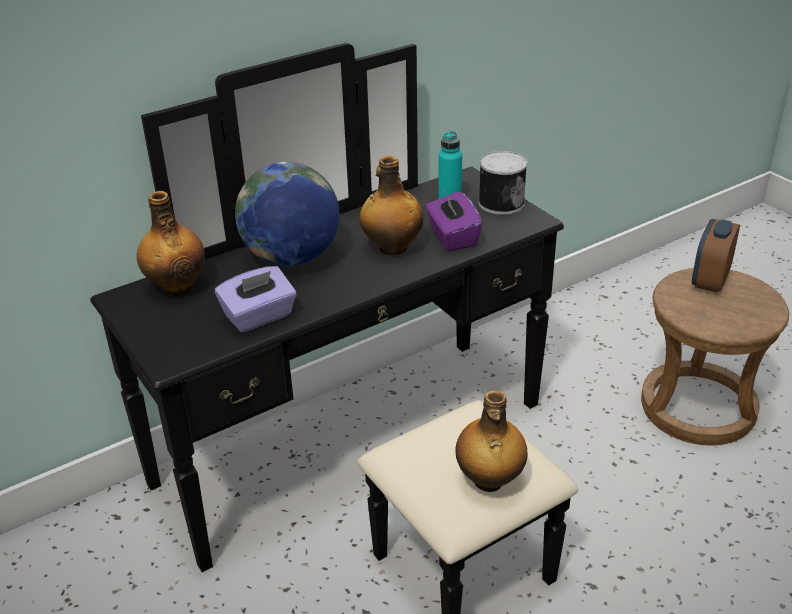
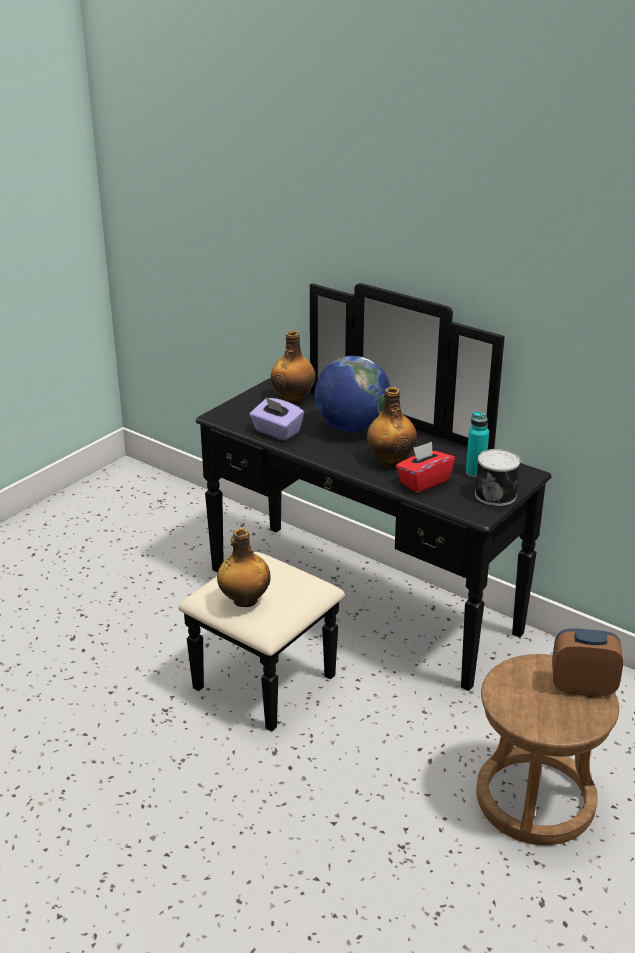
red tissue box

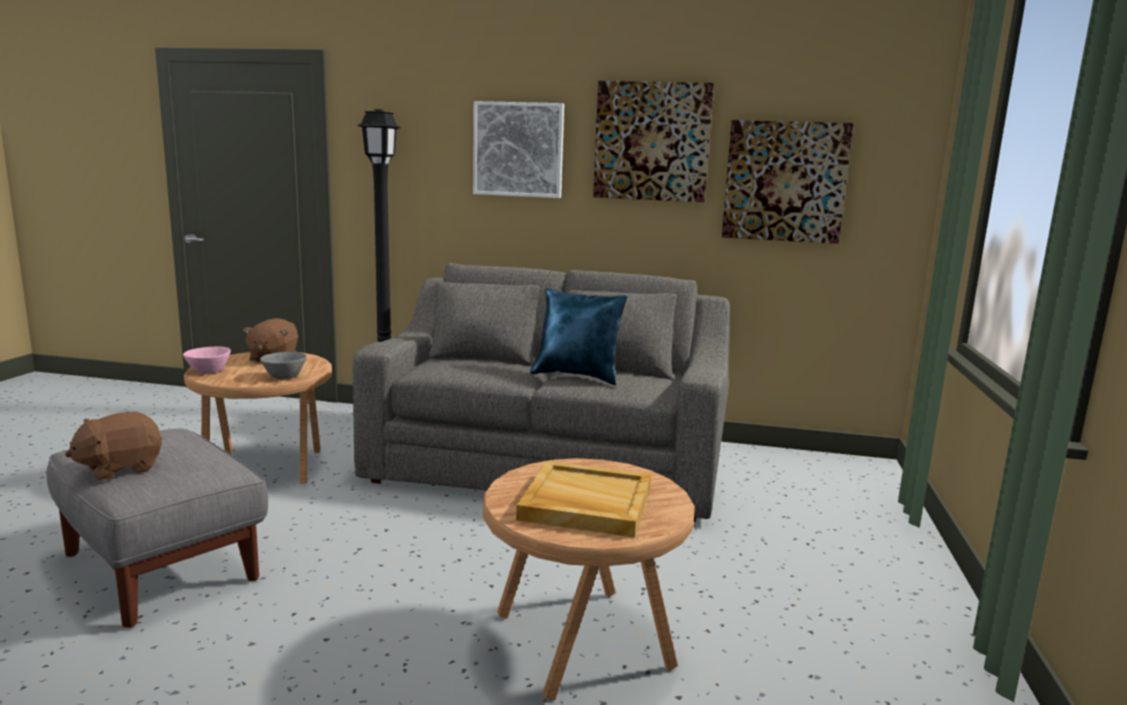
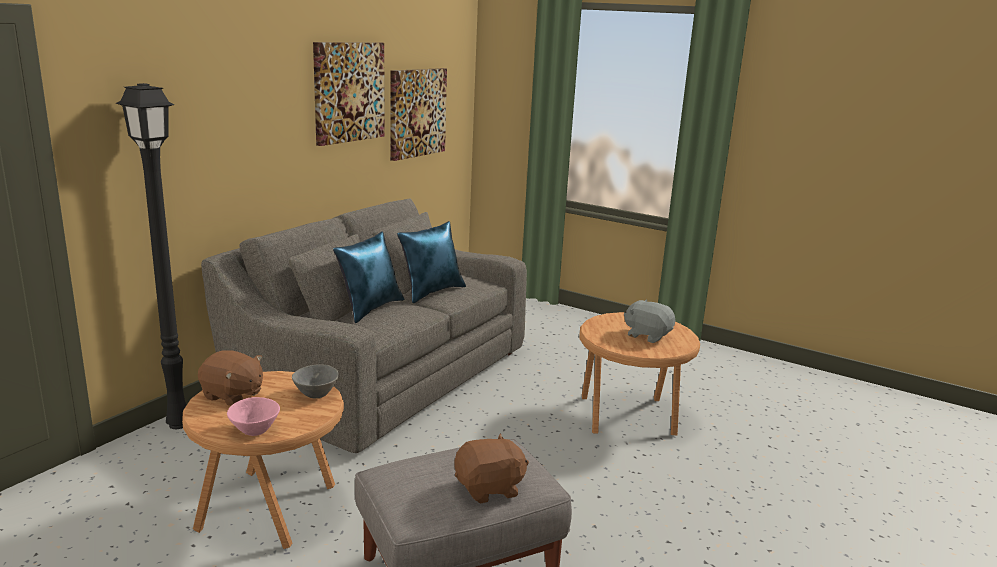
blue pillow (1st from left)
brown plush toy (2nd from left)
grey plush toy
picture (1st from left in the first image)

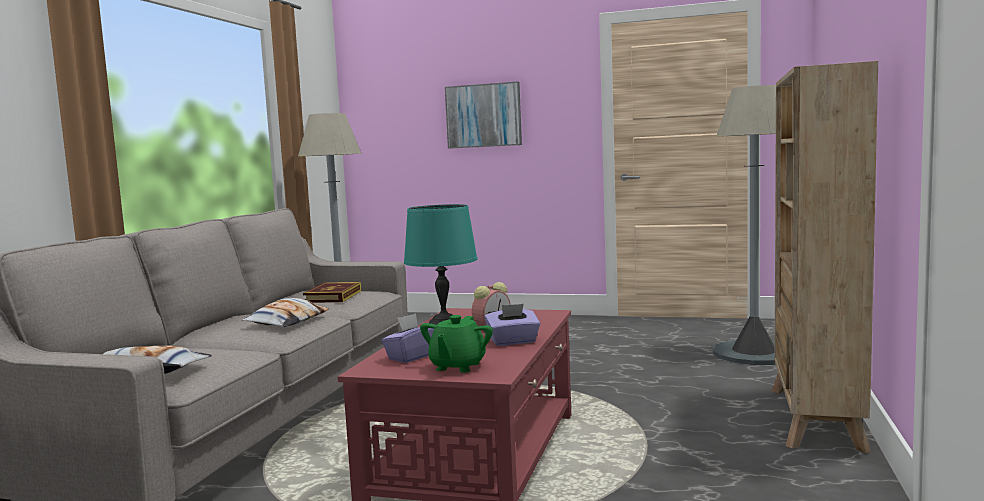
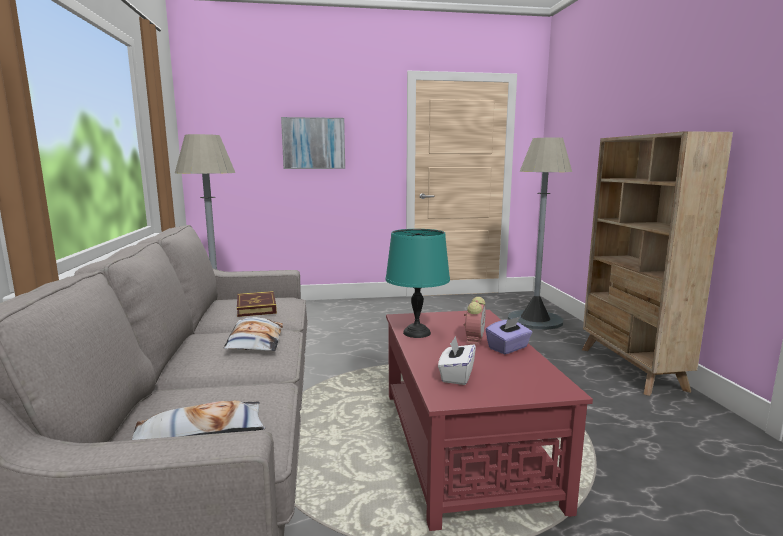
white tissue box
green teapot

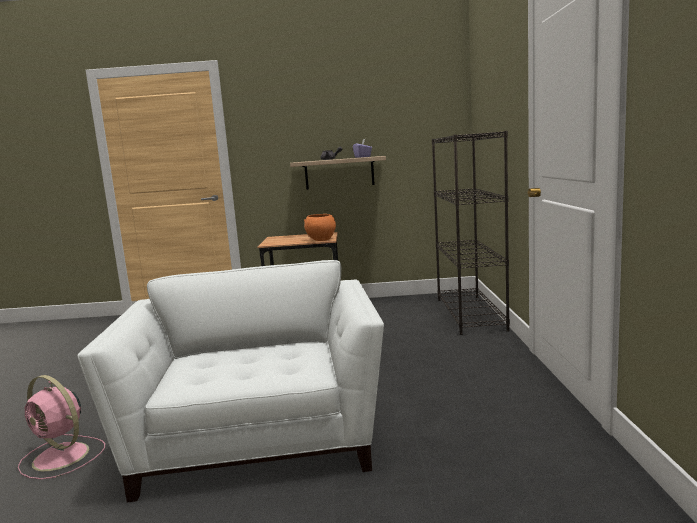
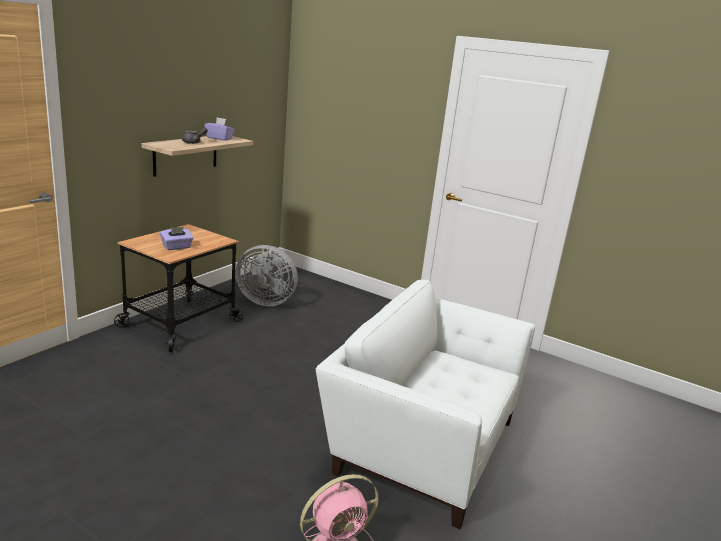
purple tissue box (1st from left)
grey fan
orange bowl
black bookcase

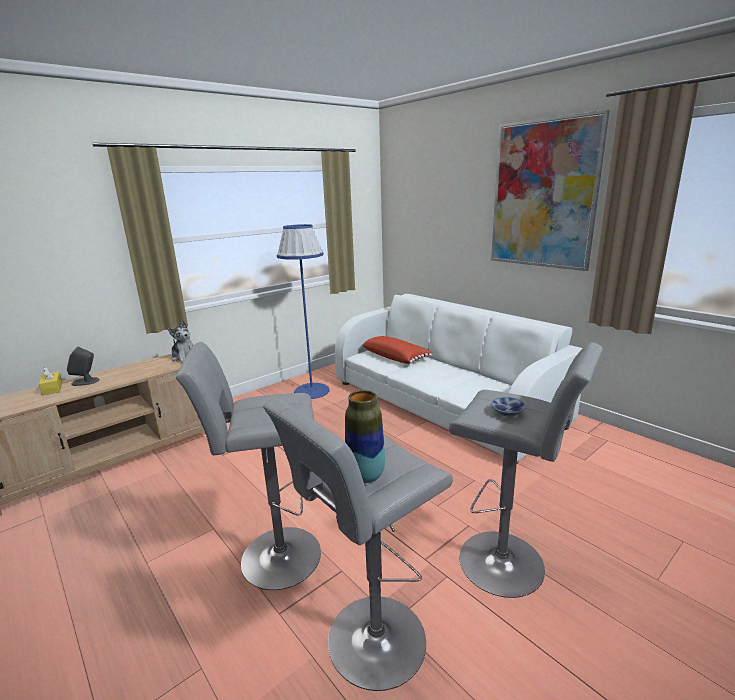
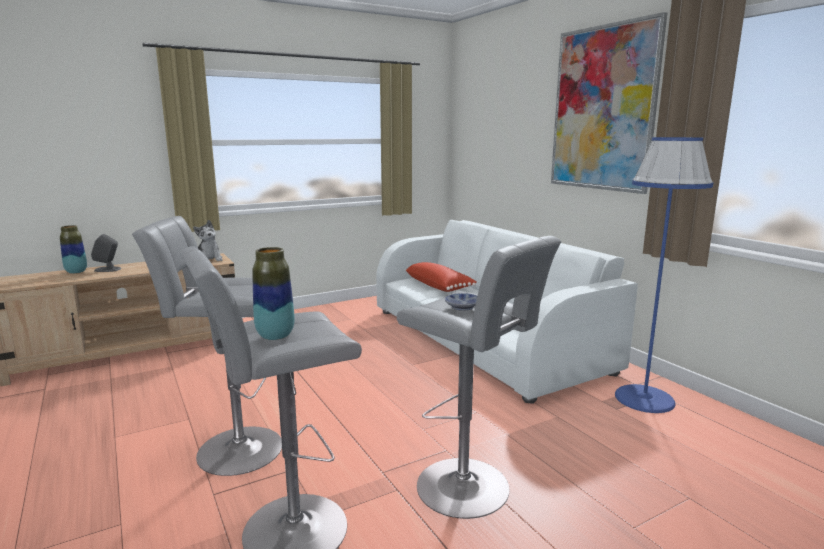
vase (1st from left)
blue floor lamp

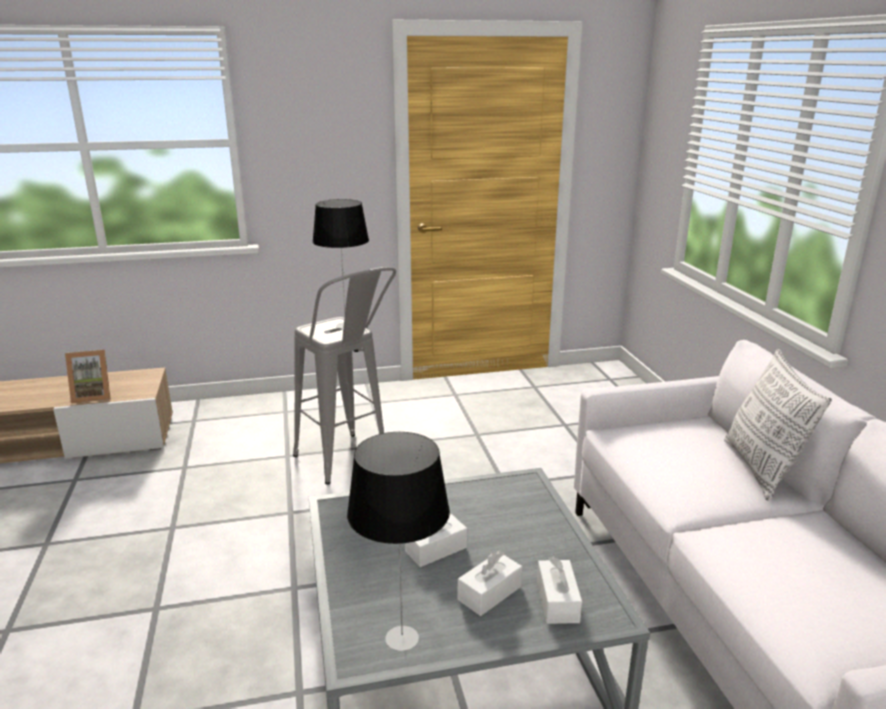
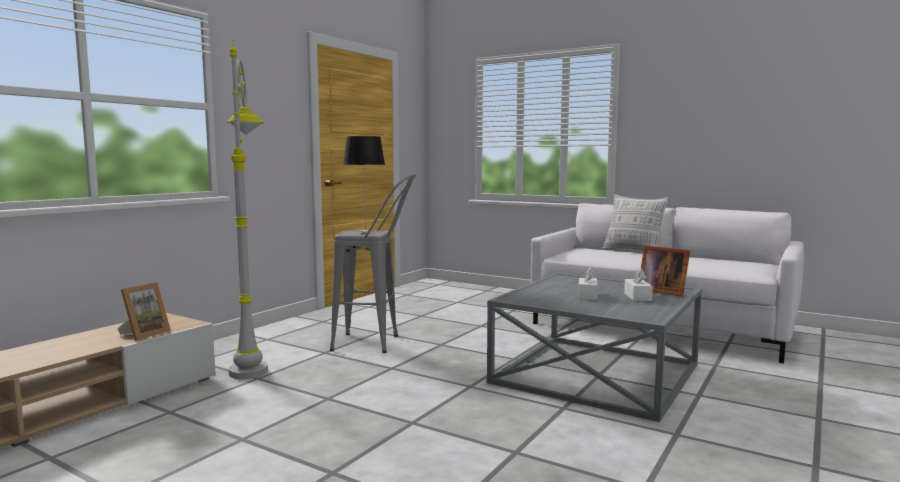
grey floor lamp
picture frame (2nd from left)
table lamp (2nd from left in the first image)

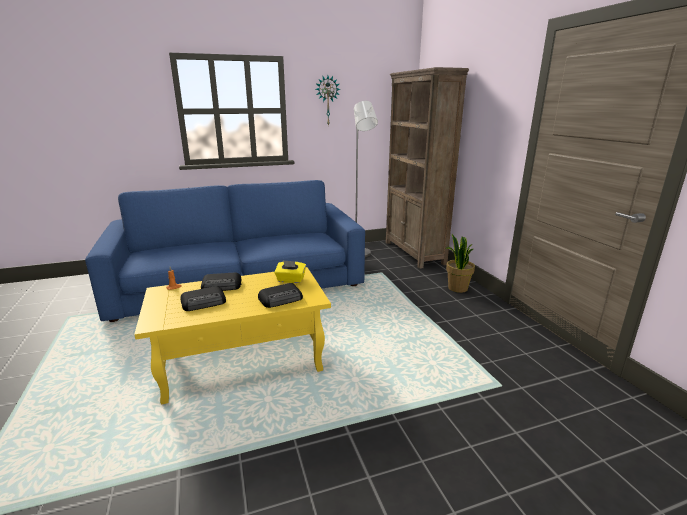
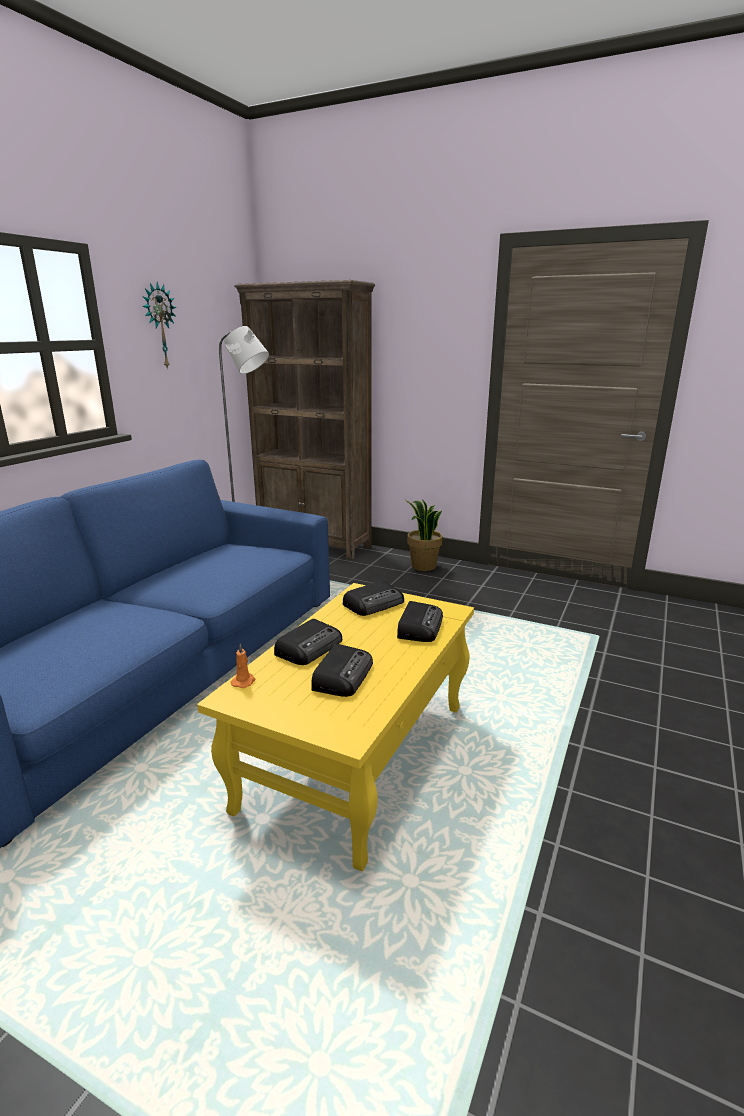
radio (3rd from left)

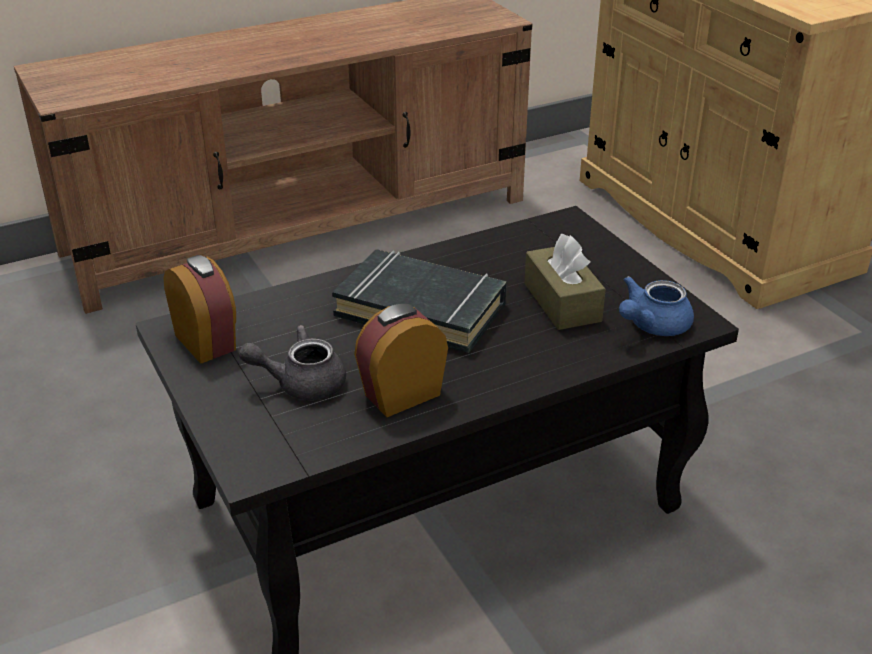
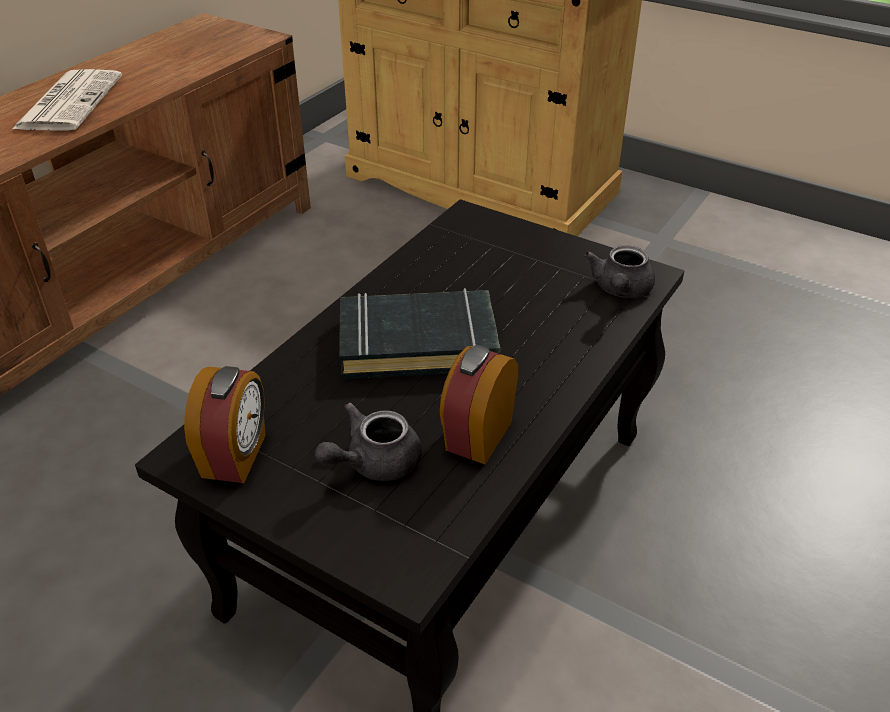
newspaper
alarm clock (1st from left)
grey teapot (2nd from left)
brown tissue box

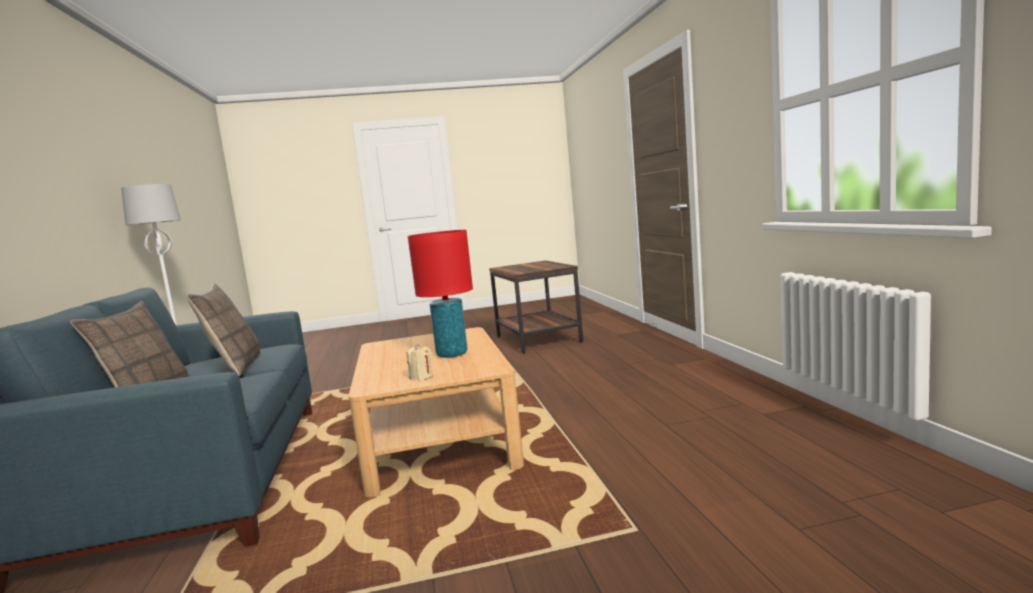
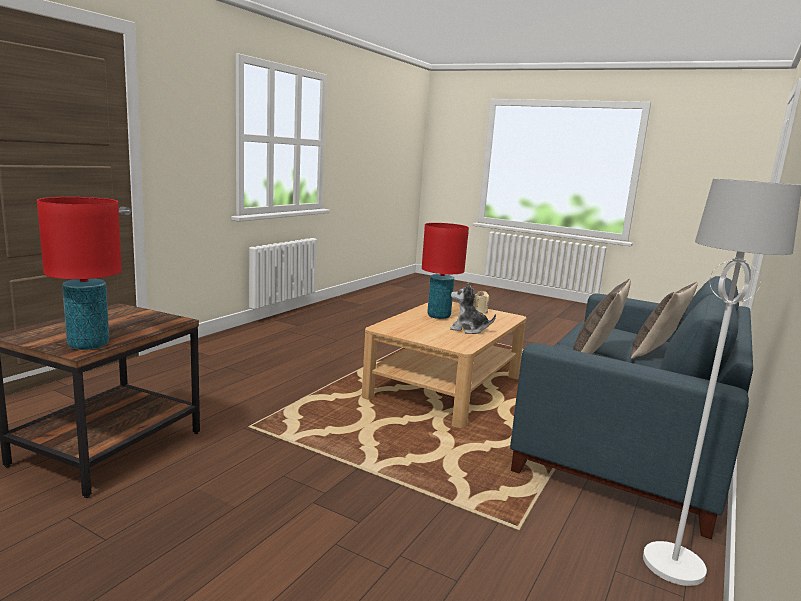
red table lamp (1st from left)
plush toy

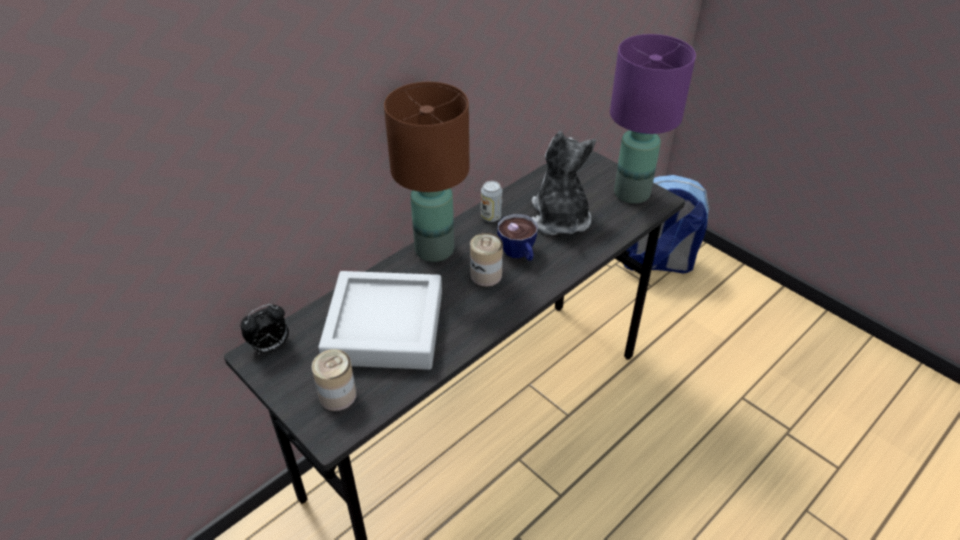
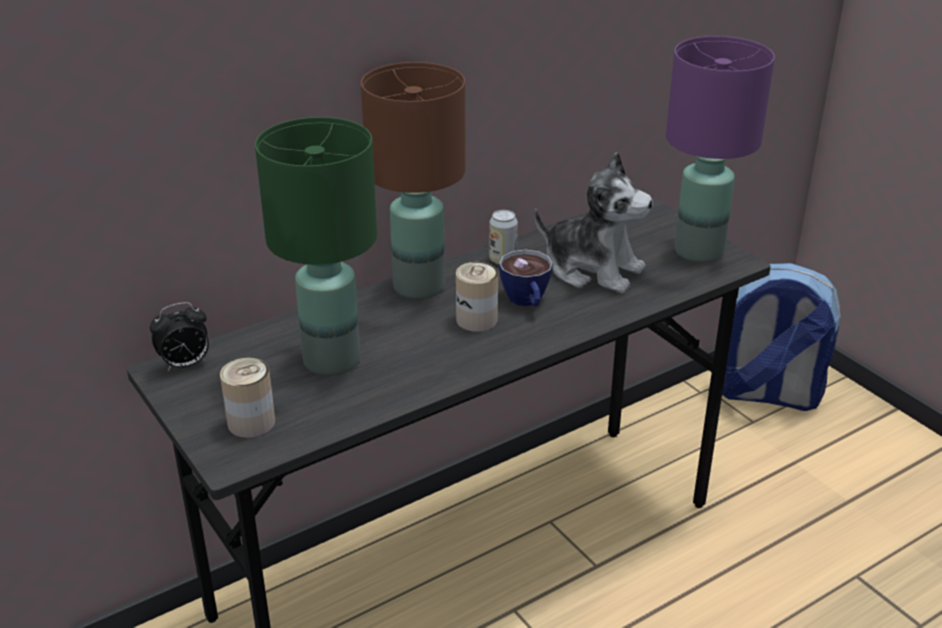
green table lamp
plush toy

